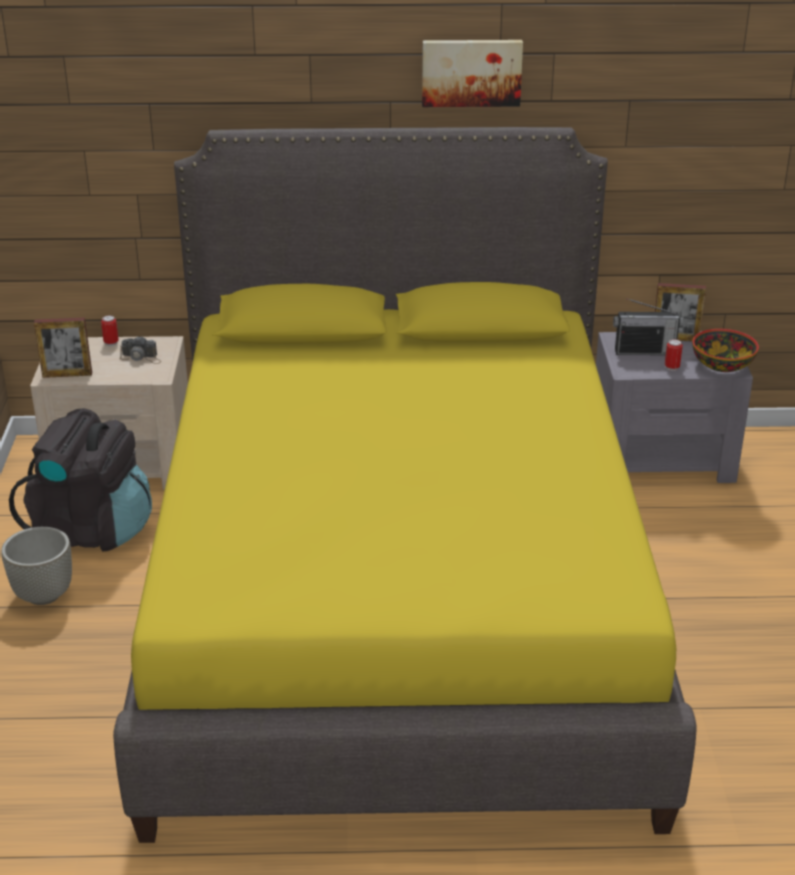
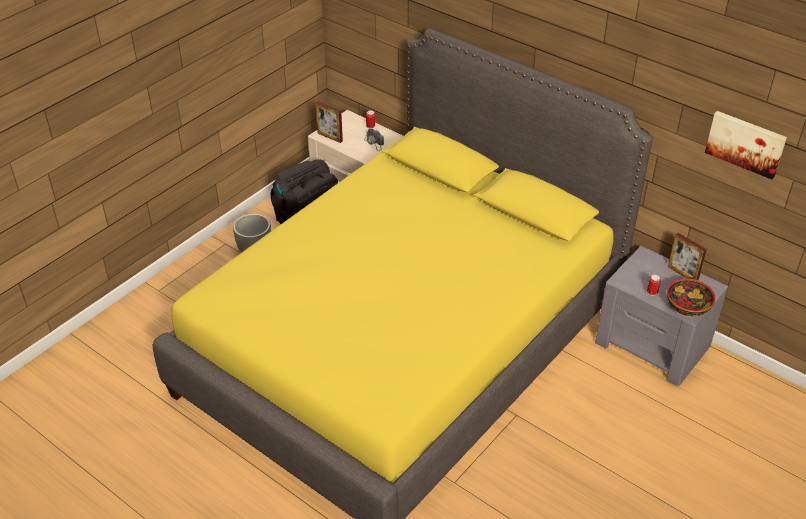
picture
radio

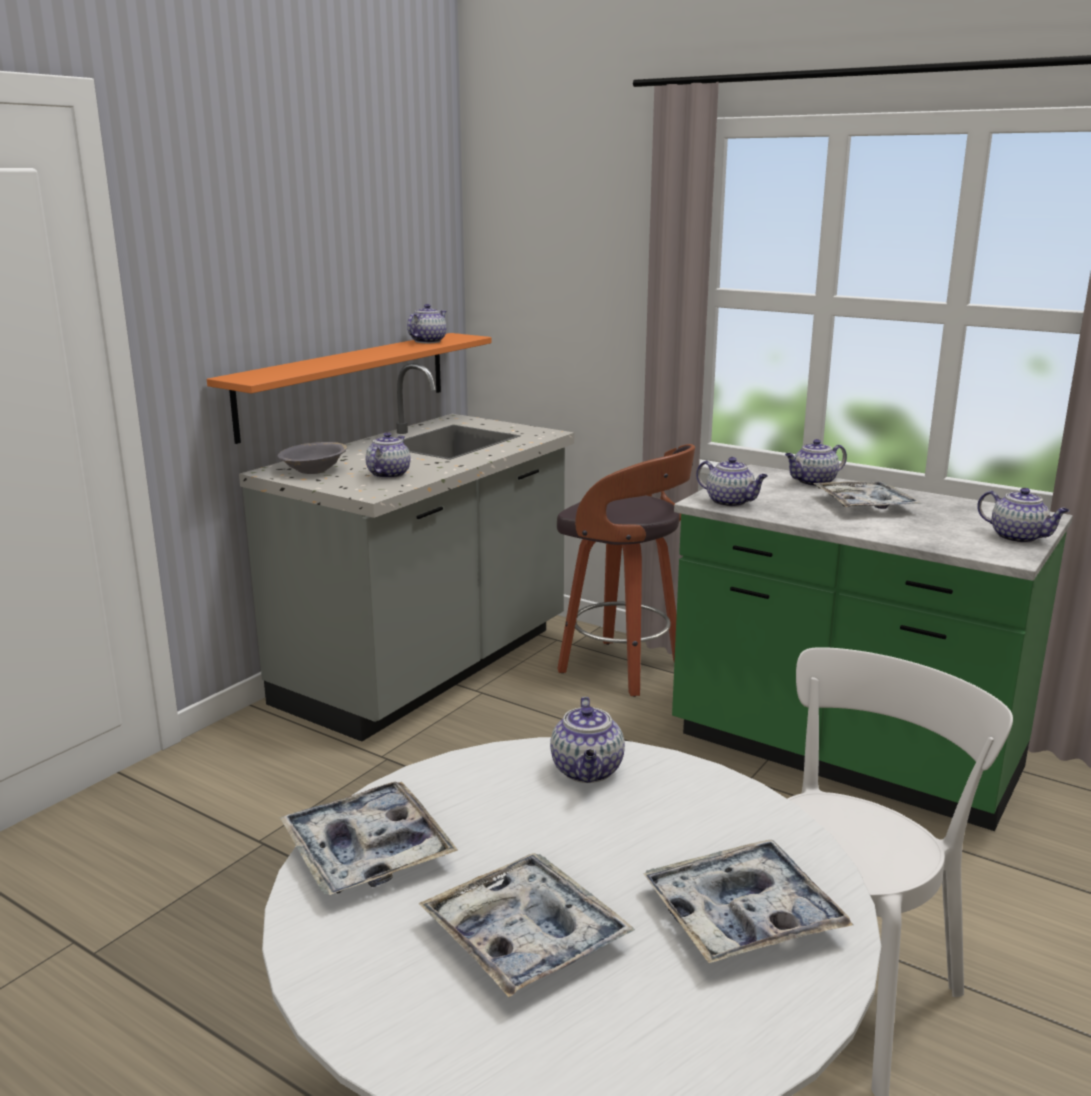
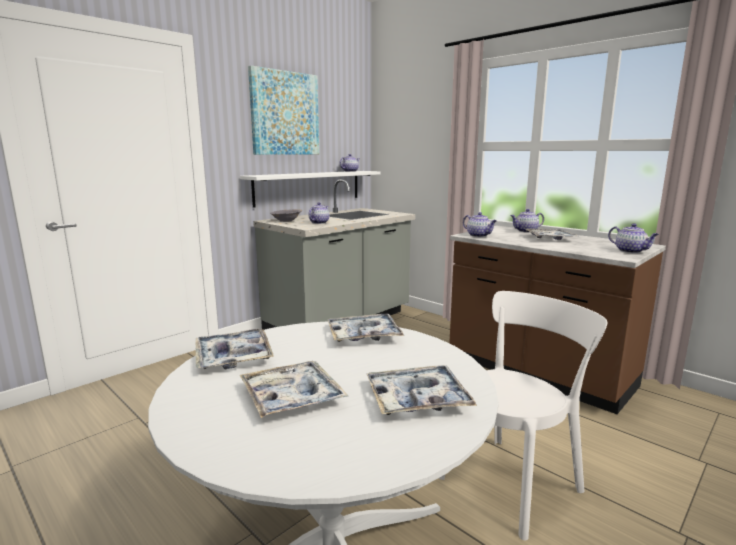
white shelf
picture
tray (3rd from left)
brown counter
stool

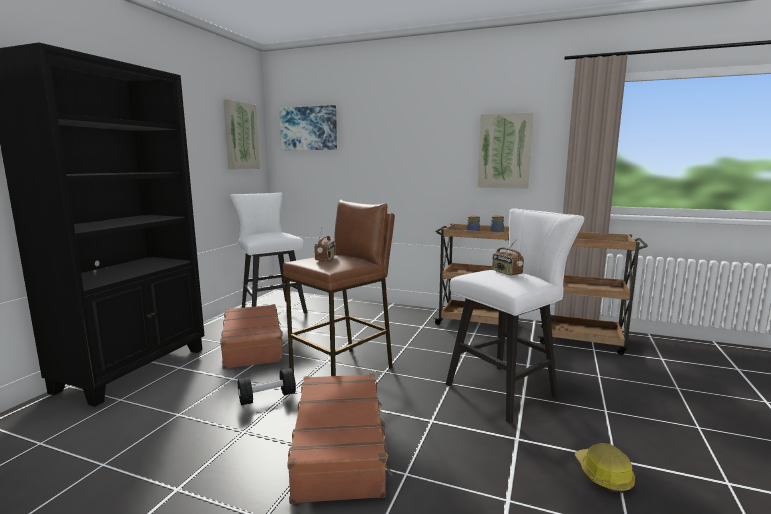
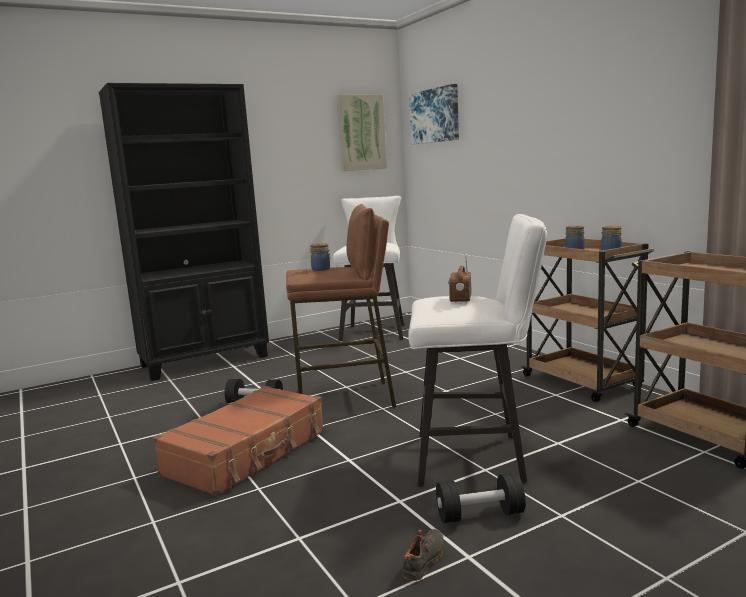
jar (1st from left)
black shoe
black dumbbell (2nd from left)
brown suitcase (1st from left in the first image)
picture (3rd from left in the first image)

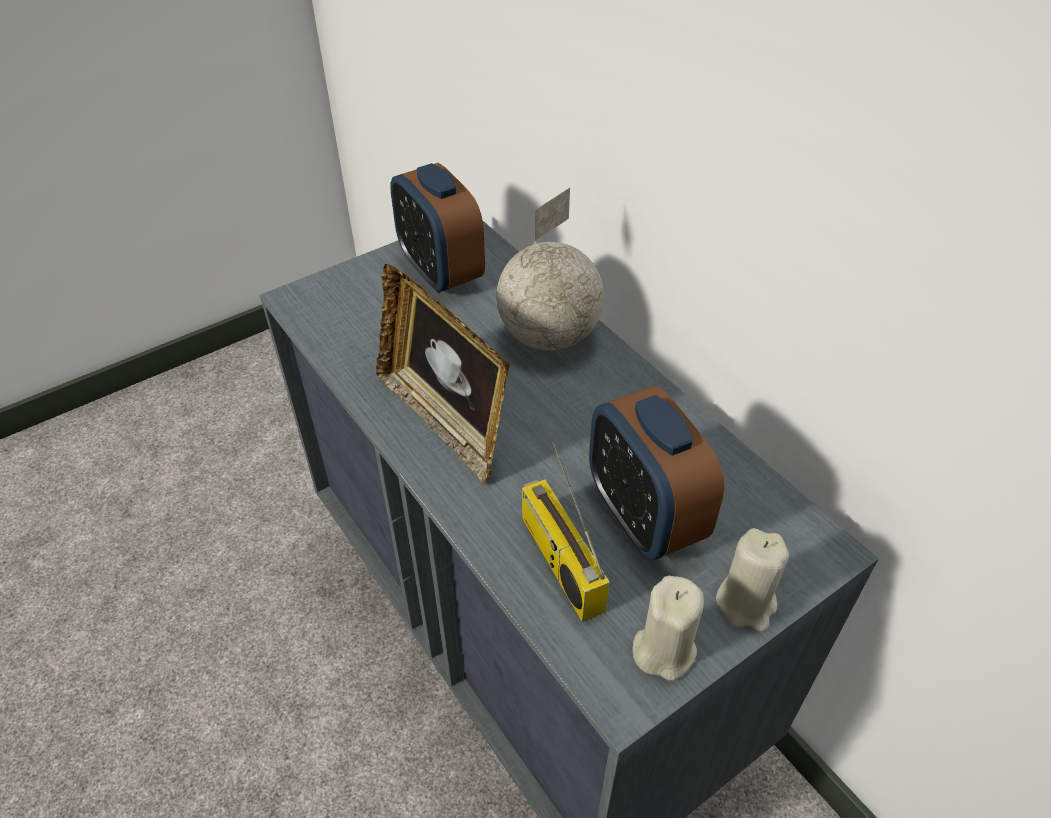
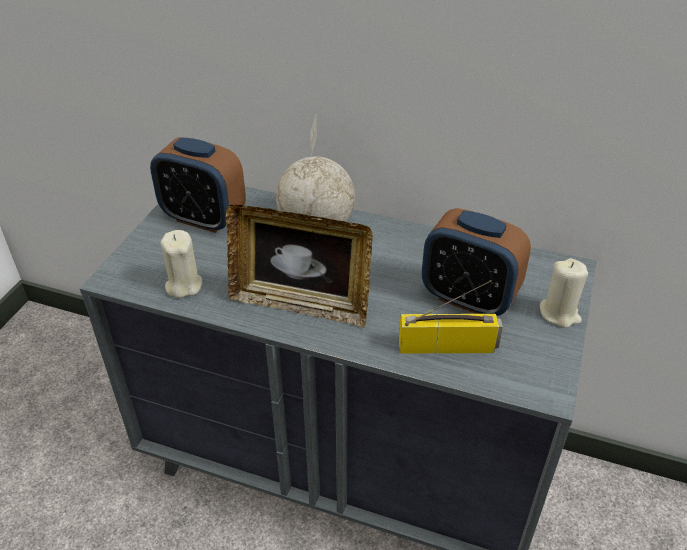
beige candle (1st from left)
radio

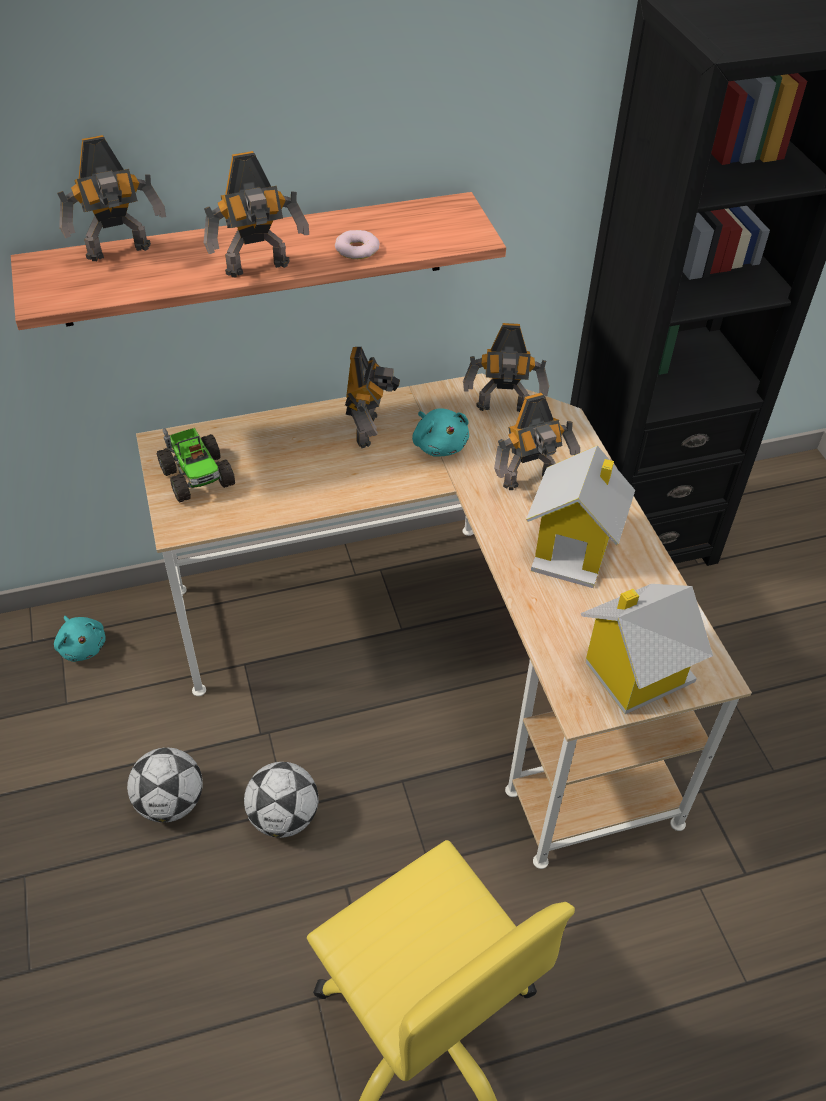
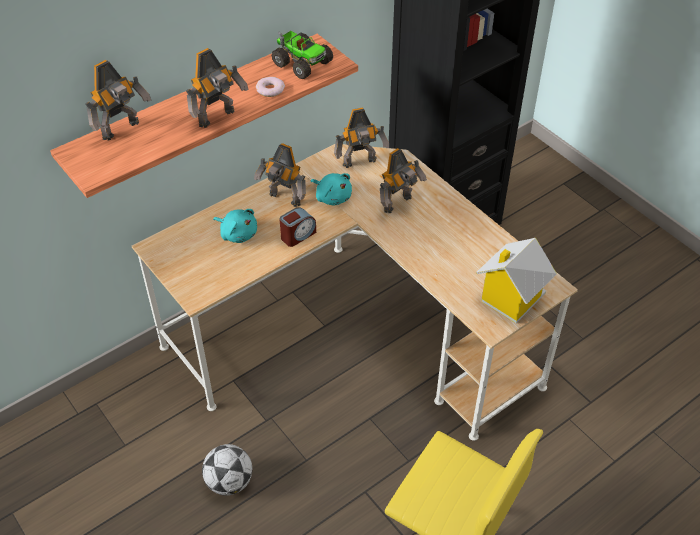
turquoise plush toy (1st from left)
toy robot (3rd from left)
toy truck
alarm clock
football (2nd from left in the first image)
toy house (1st from left in the first image)

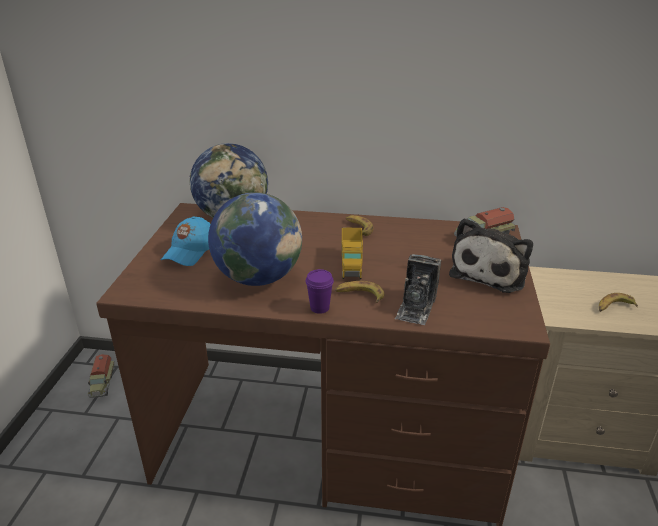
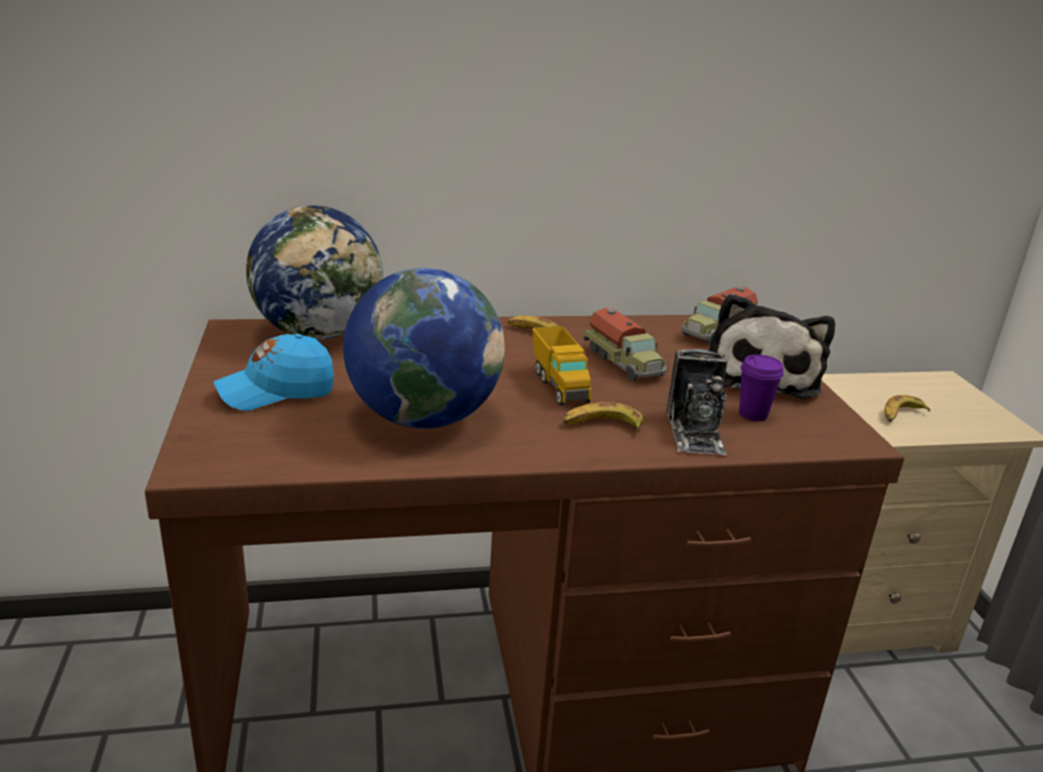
blue cap
toy truck (2nd from left)
purple cup

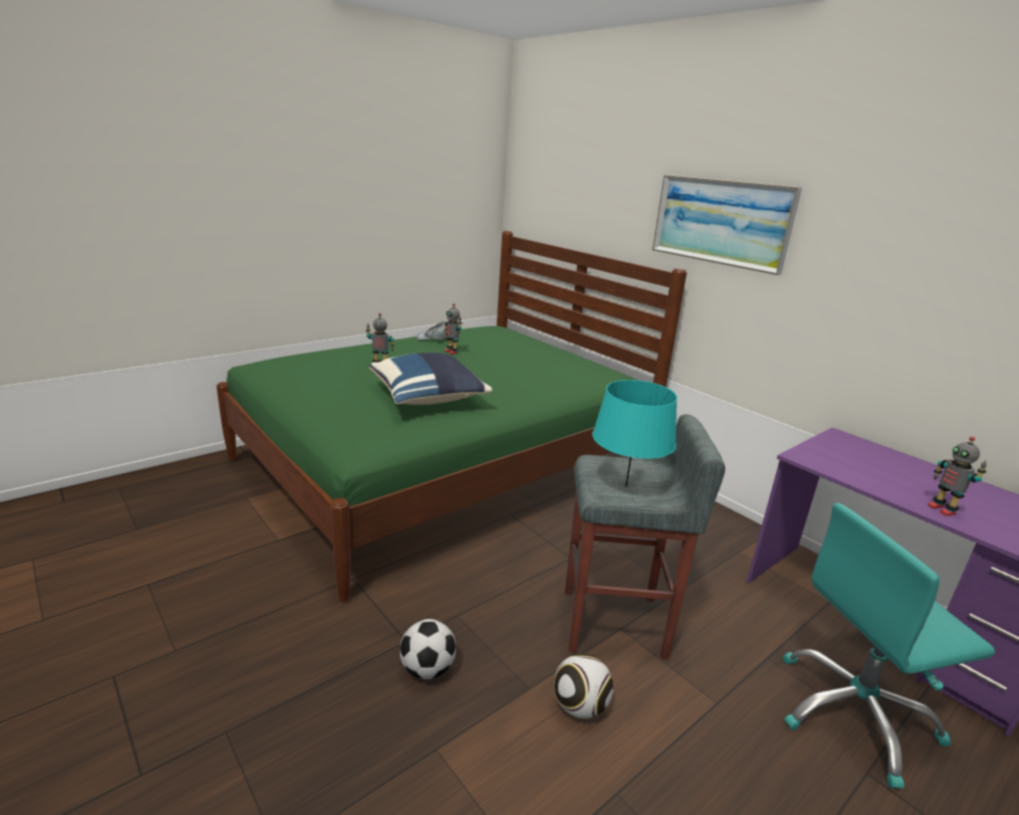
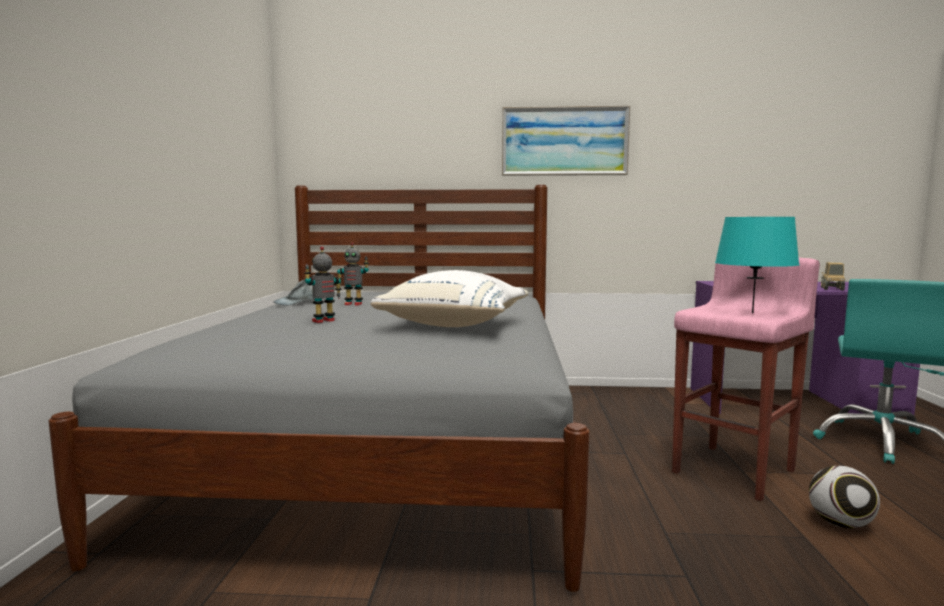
grey bed
white pillow
pink stool
toy truck
football (1st from left in the first image)

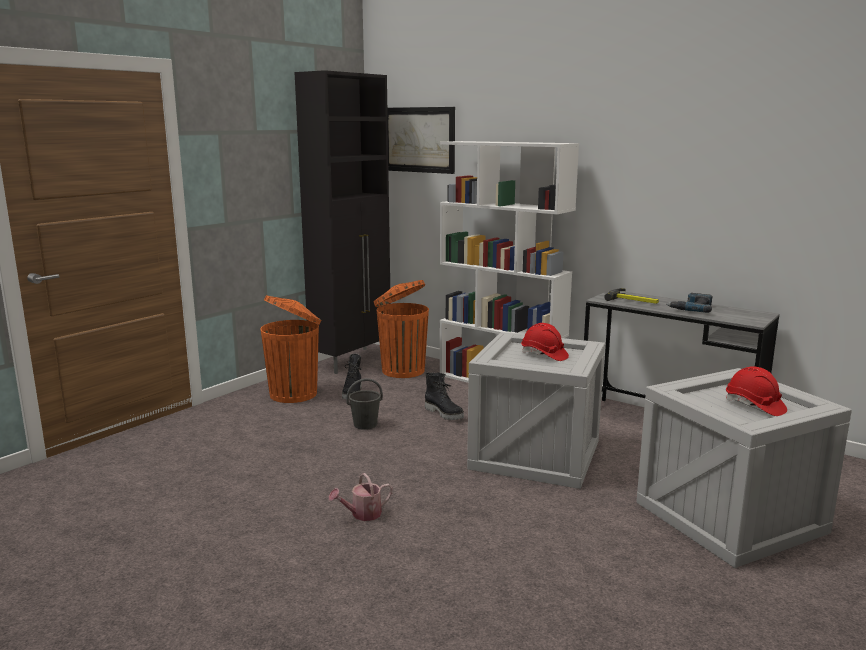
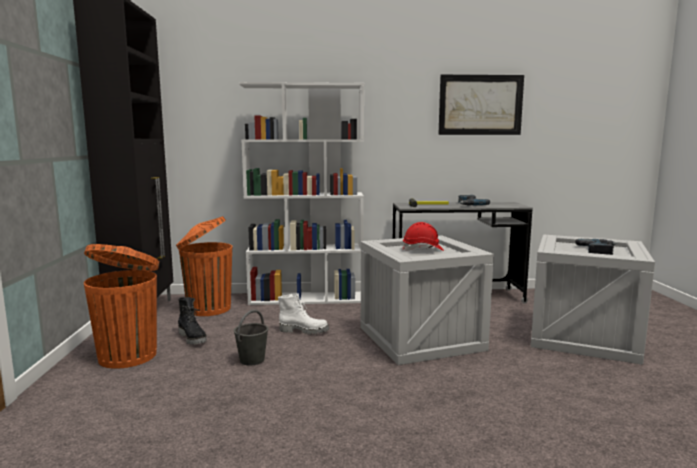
white boot
picture
power drill (2nd from left)
watering can

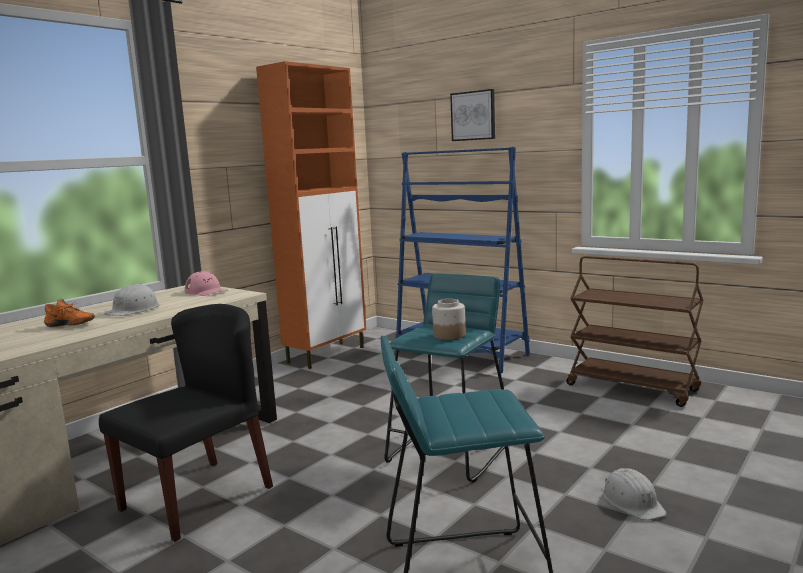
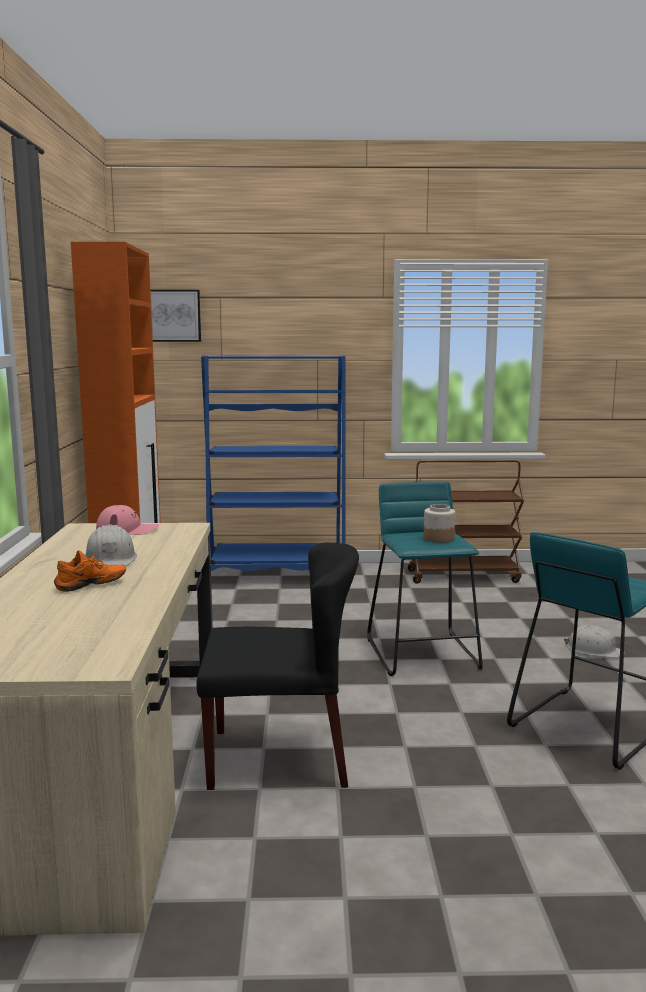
picture
black chair

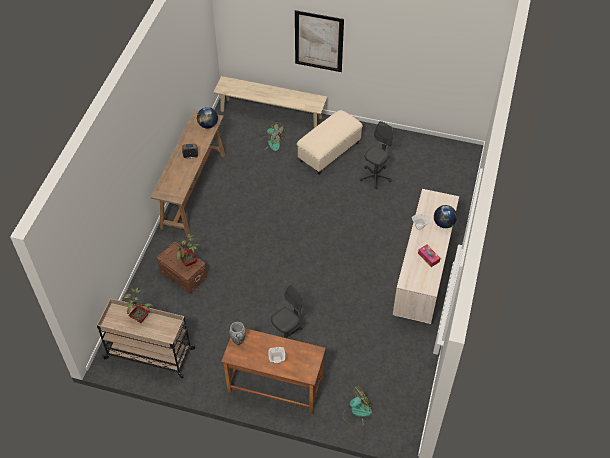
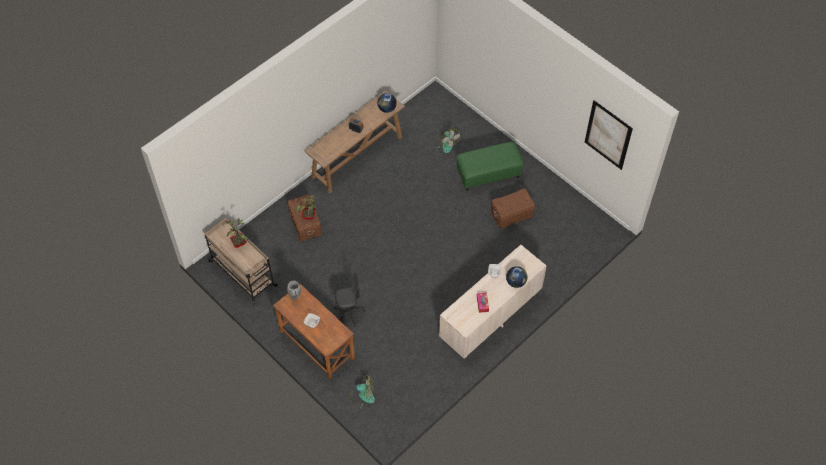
green ottoman
brown storage box (2nd from left)
picture
beige bench

